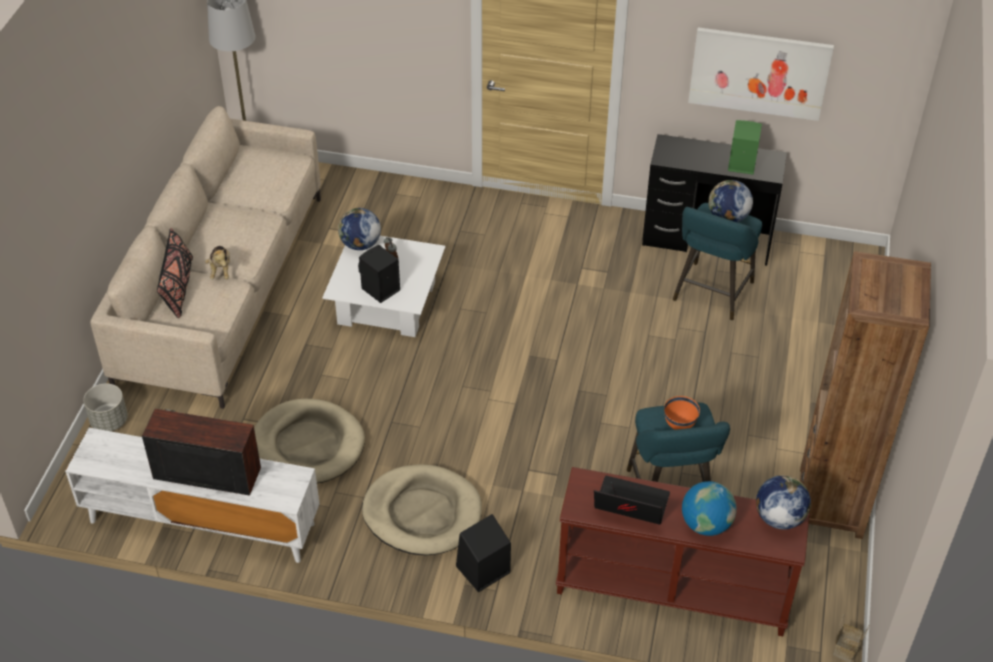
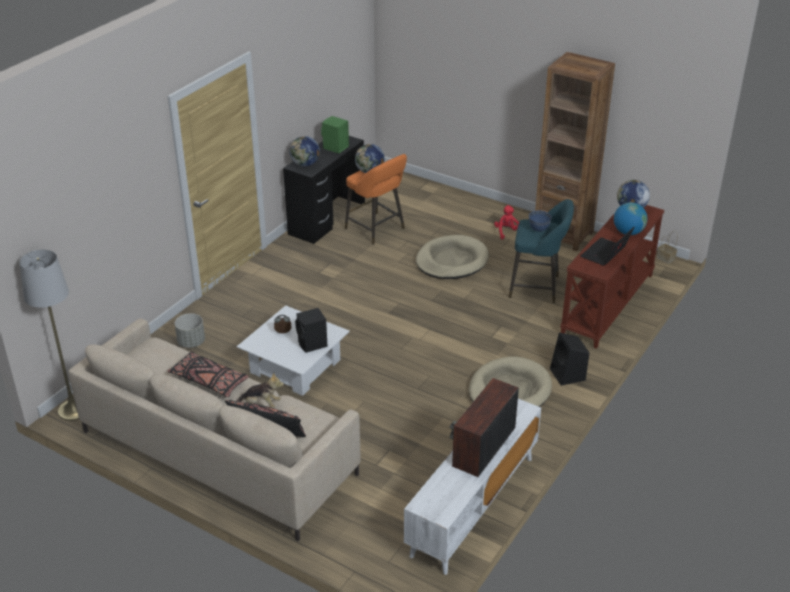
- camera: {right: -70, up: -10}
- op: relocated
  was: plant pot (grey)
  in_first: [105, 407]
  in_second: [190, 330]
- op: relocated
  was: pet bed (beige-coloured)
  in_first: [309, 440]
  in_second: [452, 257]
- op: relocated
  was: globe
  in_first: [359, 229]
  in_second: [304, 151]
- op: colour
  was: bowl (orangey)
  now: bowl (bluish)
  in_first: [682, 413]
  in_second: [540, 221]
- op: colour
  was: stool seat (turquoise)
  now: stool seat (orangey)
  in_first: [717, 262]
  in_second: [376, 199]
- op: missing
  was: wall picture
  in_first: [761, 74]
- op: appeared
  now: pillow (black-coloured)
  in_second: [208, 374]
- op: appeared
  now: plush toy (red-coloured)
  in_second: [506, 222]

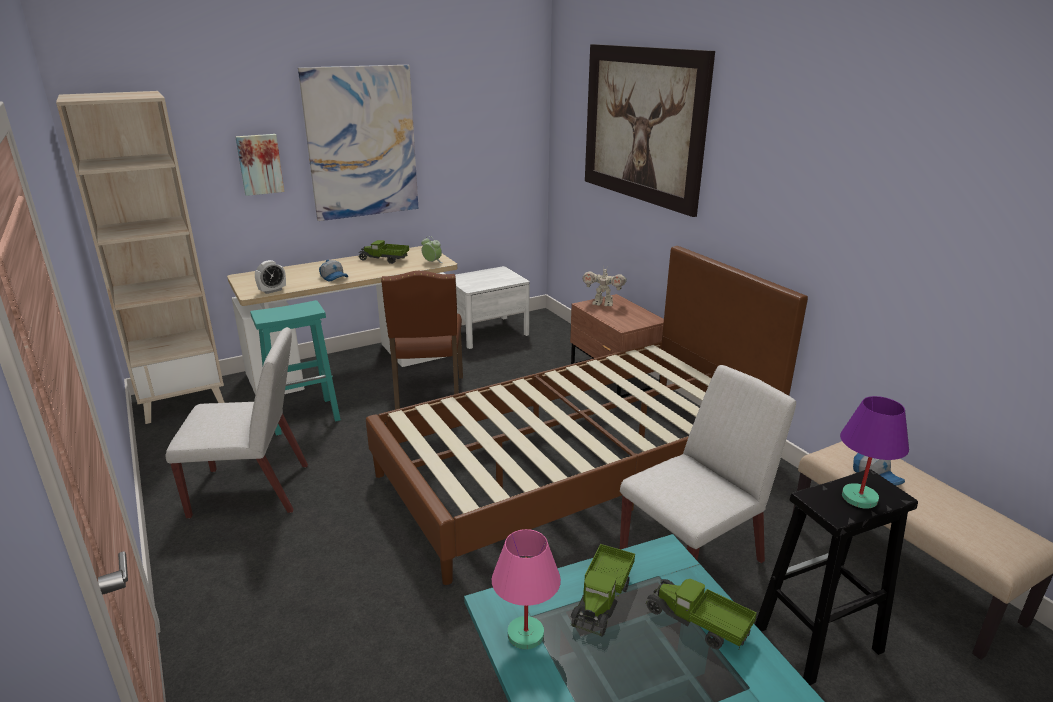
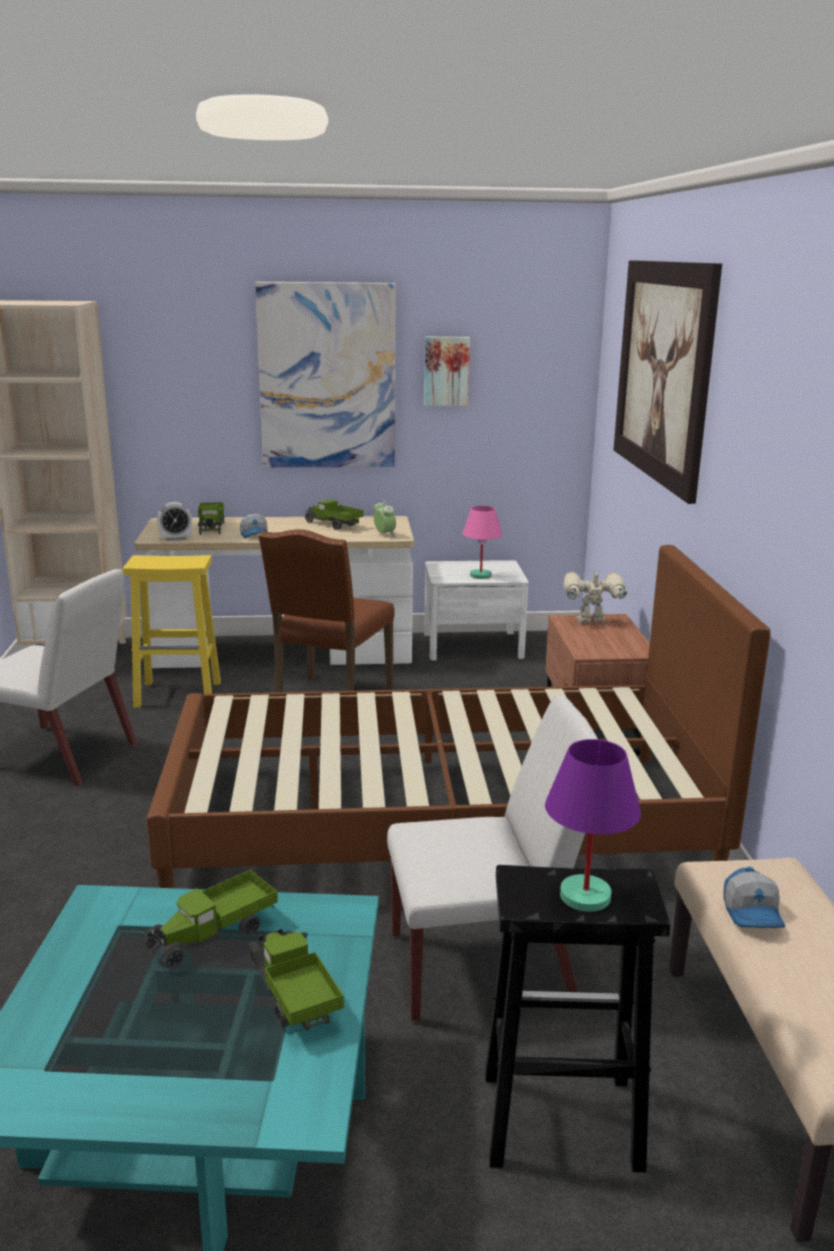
- camera: {right: 25, up: -5}
- op: relocated
  was: wall picture
  in_first: [260, 165]
  in_second: [447, 371]
- op: colour
  was: stool seat (turquoise)
  now: stool seat (yellow-coloured)
  in_first: [295, 368]
  in_second: [172, 631]
- op: relocated
  was: table lamp (pink)
  in_first: [526, 589]
  in_second: [482, 542]
- op: spun
  was: robot figure
  in_first: [605, 285]
  in_second: [595, 596]
  clockwise: 135
- op: appeared
  now: model truck
  in_second: [211, 518]

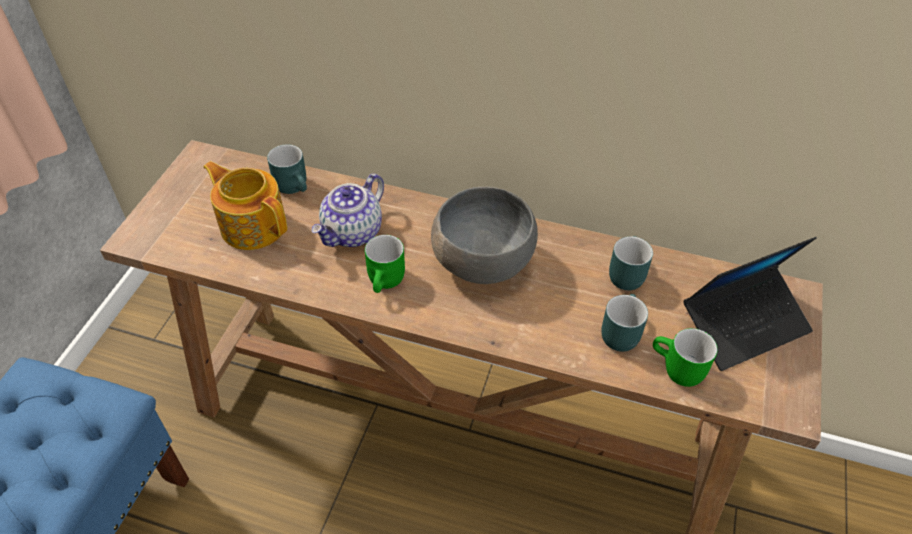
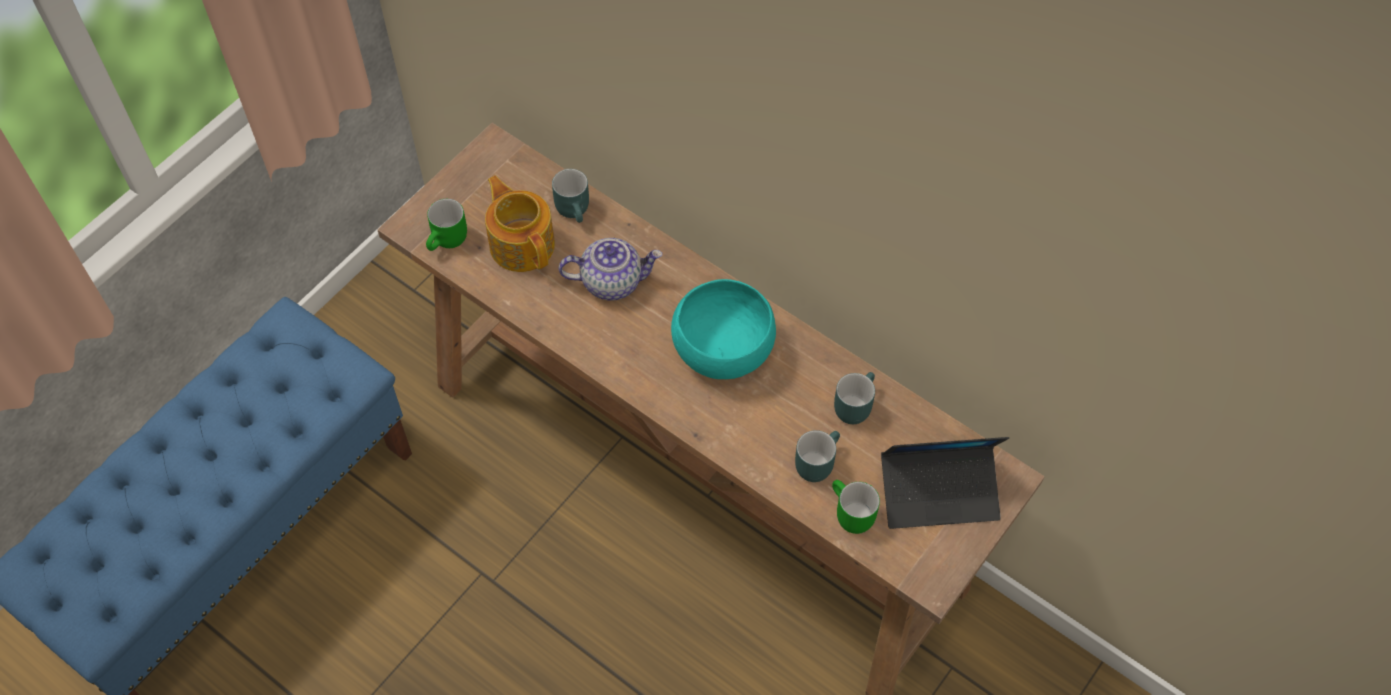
- camera: {right: 20, up: 10}
- op: spun
  was: teapot
  in_first: [347, 210]
  in_second: [610, 269]
  clockwise: -150
- op: relocated
  was: tea mug (green-coloured)
  in_first: [385, 264]
  in_second: [446, 225]
- op: colour
  was: bowl (grey)
  now: bowl (turquoise)
  in_first: [484, 235]
  in_second: [723, 329]

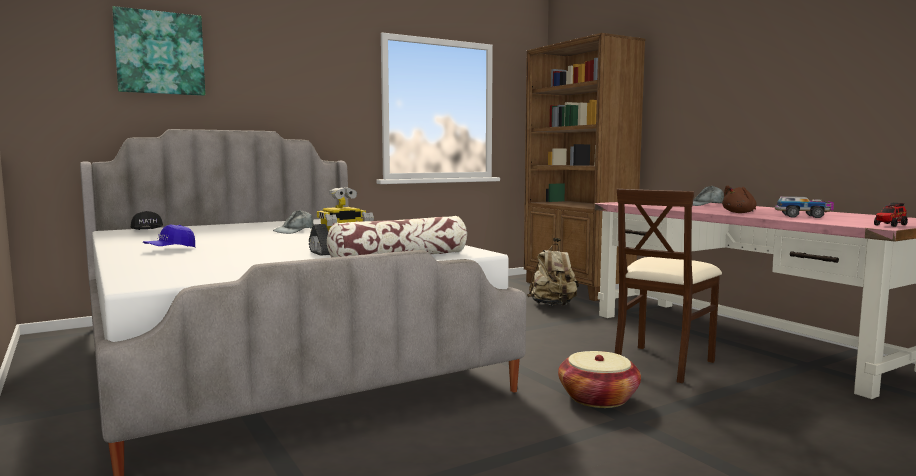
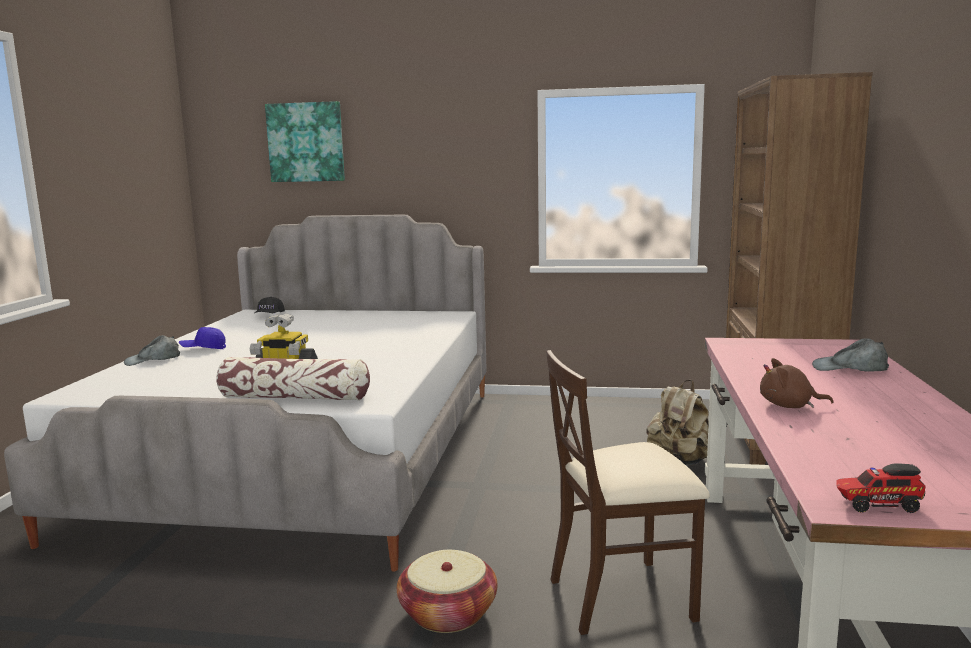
- camera: {right: 40, up: 5}
- op: relocated
  was: cap (grey)
  in_first: [293, 222]
  in_second: [152, 350]
- op: missing
  was: model truck
  in_first: [804, 207]

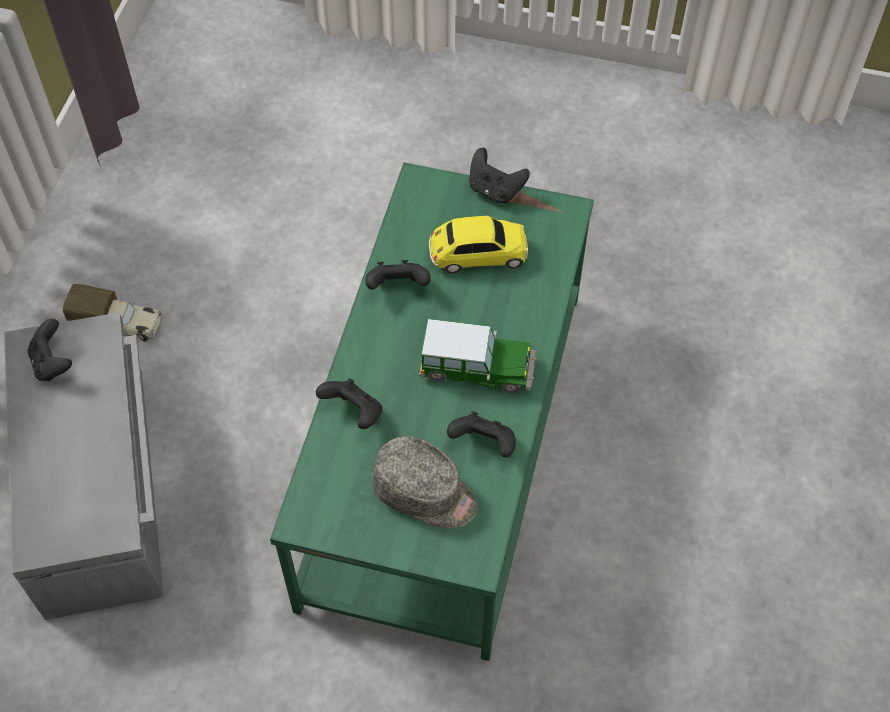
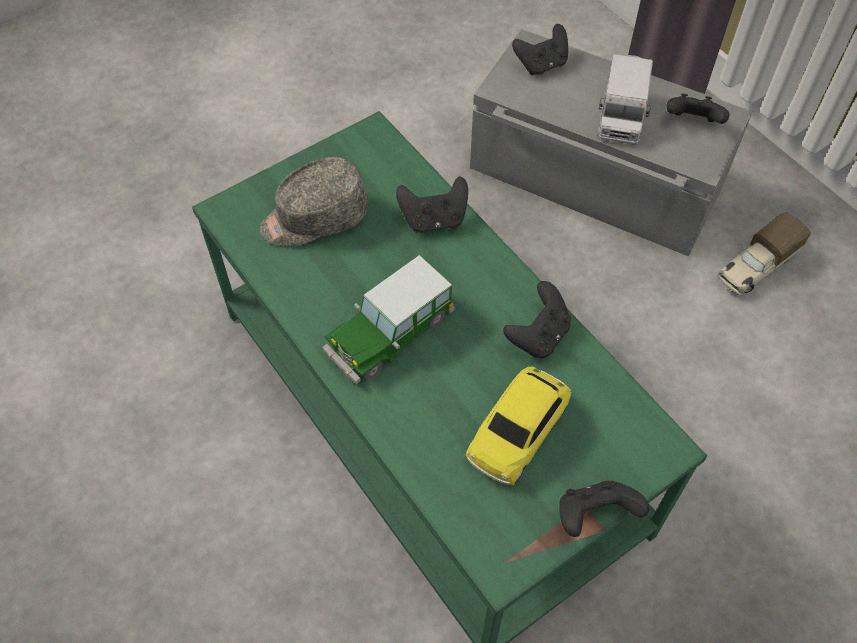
- camera: {right: 130, up: 0}
- op: relocated
  was: gamepad (black-coloured)
  in_first: [481, 434]
  in_second: [540, 49]
- op: appeared
  now: model truck
  in_second: [625, 99]

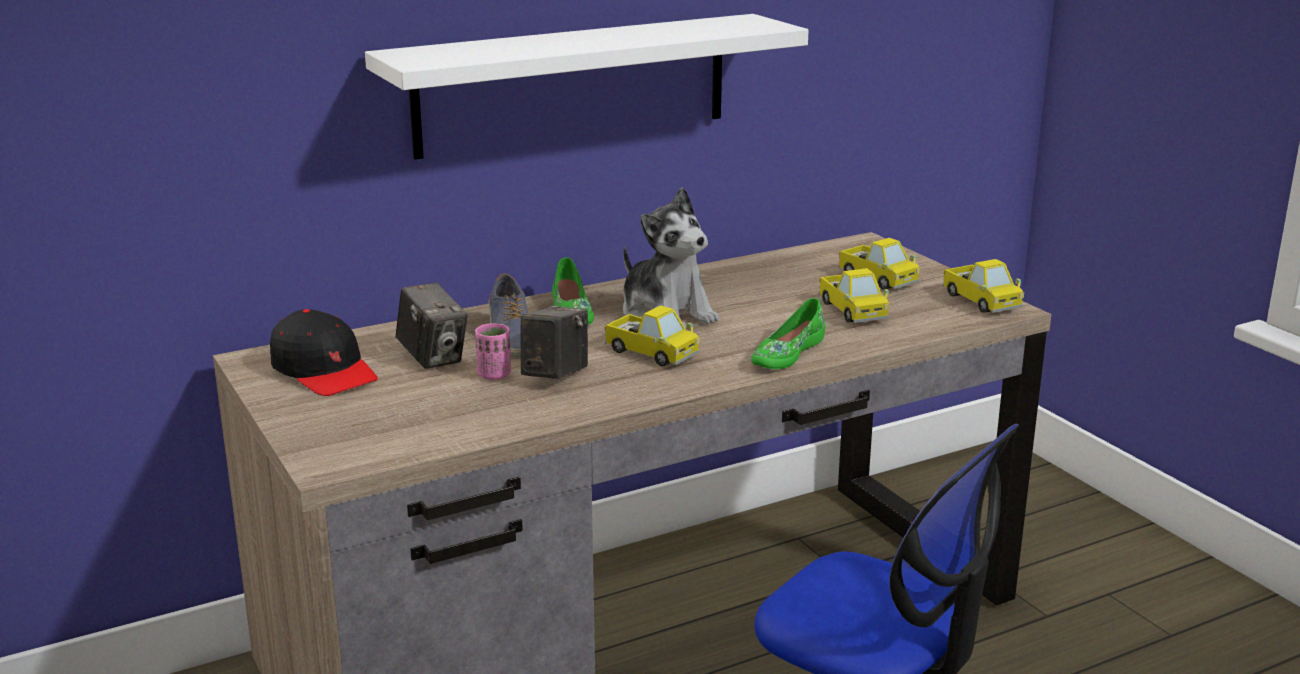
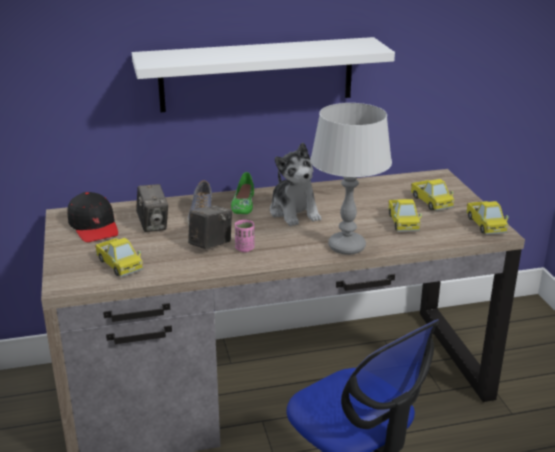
- camera: {right: 15, up: 5}
- op: relocated
  was: drinking cup (pink)
  in_first: [493, 351]
  in_second: [245, 236]
- op: relocated
  was: model truck
  in_first: [652, 335]
  in_second: [119, 257]
- op: exchanged
  was: shoe (green-coloured)
  now: table lamp (grey)
  in_first: [788, 333]
  in_second: [351, 179]

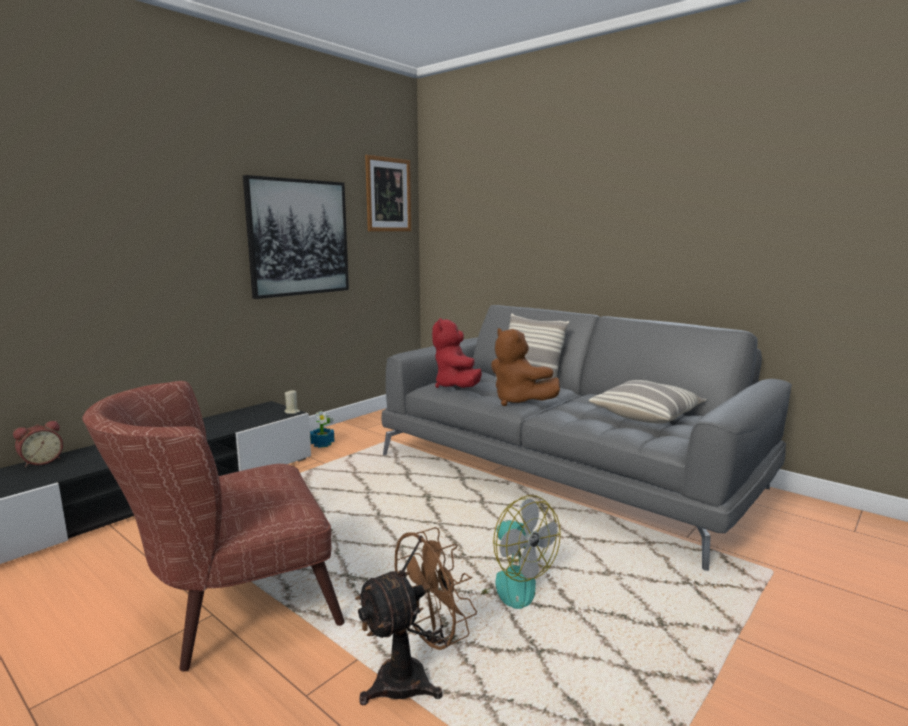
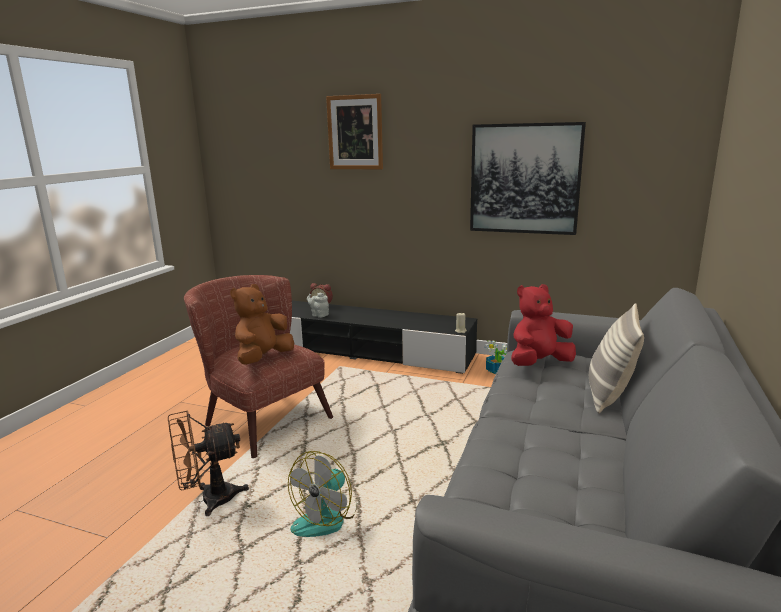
- camera: {right: 70, up: 5}
- op: spun
  was: cooling fan (brown)
  in_first: [416, 616]
  in_second: [208, 463]
  clockwise: 120
- op: relocated
  was: wall picture
  in_first: [388, 193]
  in_second: [354, 131]
- op: relocated
  was: plush toy (brown)
  in_first: [525, 367]
  in_second: [262, 324]
- op: missing
  was: pillow
  in_first: [647, 402]
- op: appeared
  now: teapot (grey)
  in_second: [318, 305]

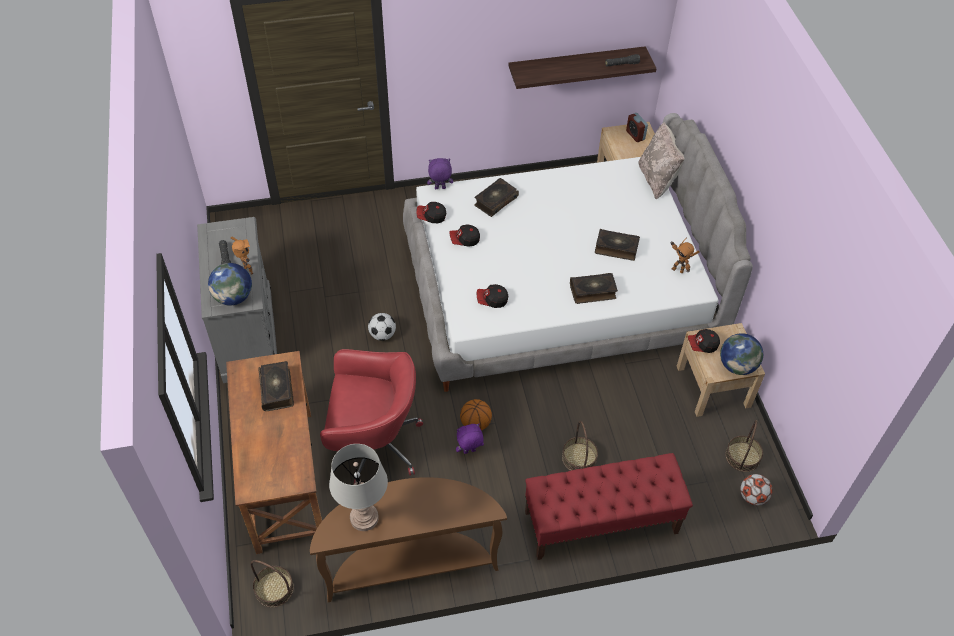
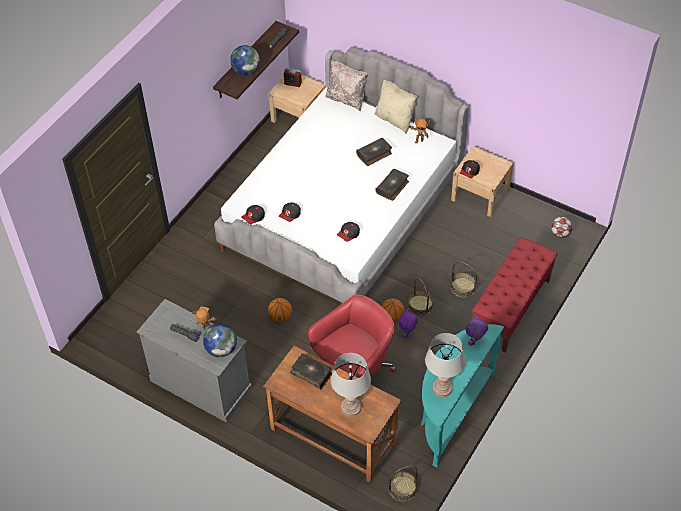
- camera: {right: -45, up: 0}
- op: colour
  was: hall table (brown)
  now: hall table (turquoise)
  in_first: [408, 539]
  in_second: [462, 396]
- op: exchanged
  was: football
  now: basketball ball
  in_first: [382, 327]
  in_second: [280, 310]
- op: relocated
  was: plush toy (purple-coloured)
  in_first: [440, 173]
  in_second: [477, 330]
- op: missing
  was: volume
  in_first: [496, 197]
- op: relocated
  was: globe
  in_first: [741, 354]
  in_second: [245, 60]
- op: relocated
  was: basket
  in_first: [744, 446]
  in_second: [421, 296]
- op: appeared
  now: table lamp (grey)
  in_second: [351, 385]
- op: appeared
  now: pillow (beige-coloured)
  in_second: [396, 107]

